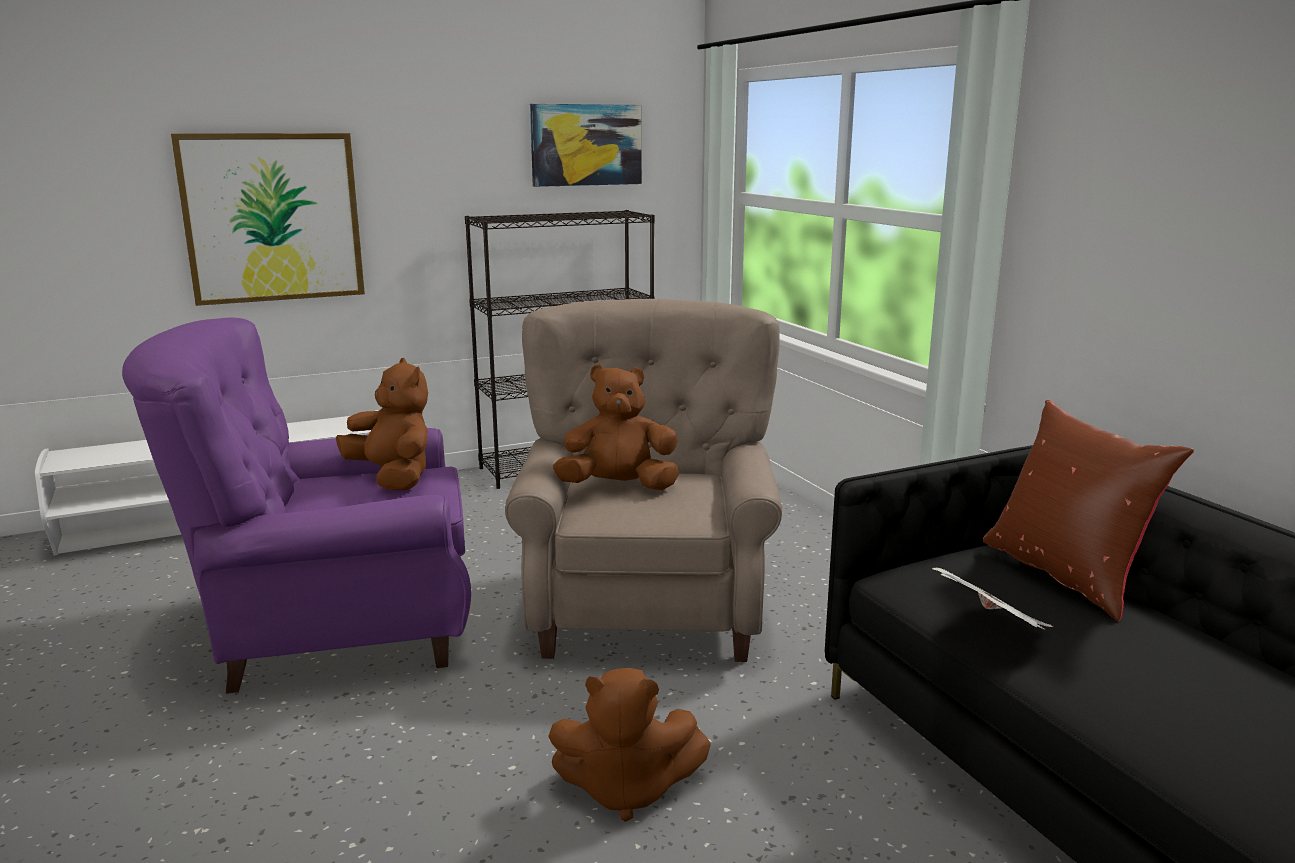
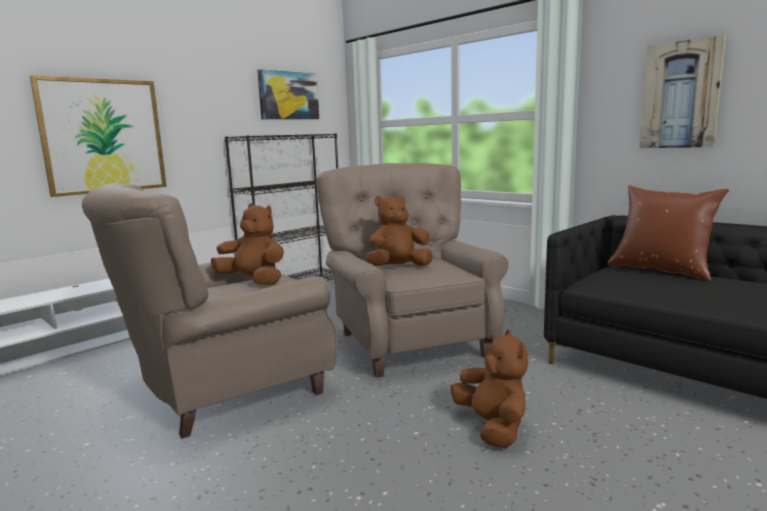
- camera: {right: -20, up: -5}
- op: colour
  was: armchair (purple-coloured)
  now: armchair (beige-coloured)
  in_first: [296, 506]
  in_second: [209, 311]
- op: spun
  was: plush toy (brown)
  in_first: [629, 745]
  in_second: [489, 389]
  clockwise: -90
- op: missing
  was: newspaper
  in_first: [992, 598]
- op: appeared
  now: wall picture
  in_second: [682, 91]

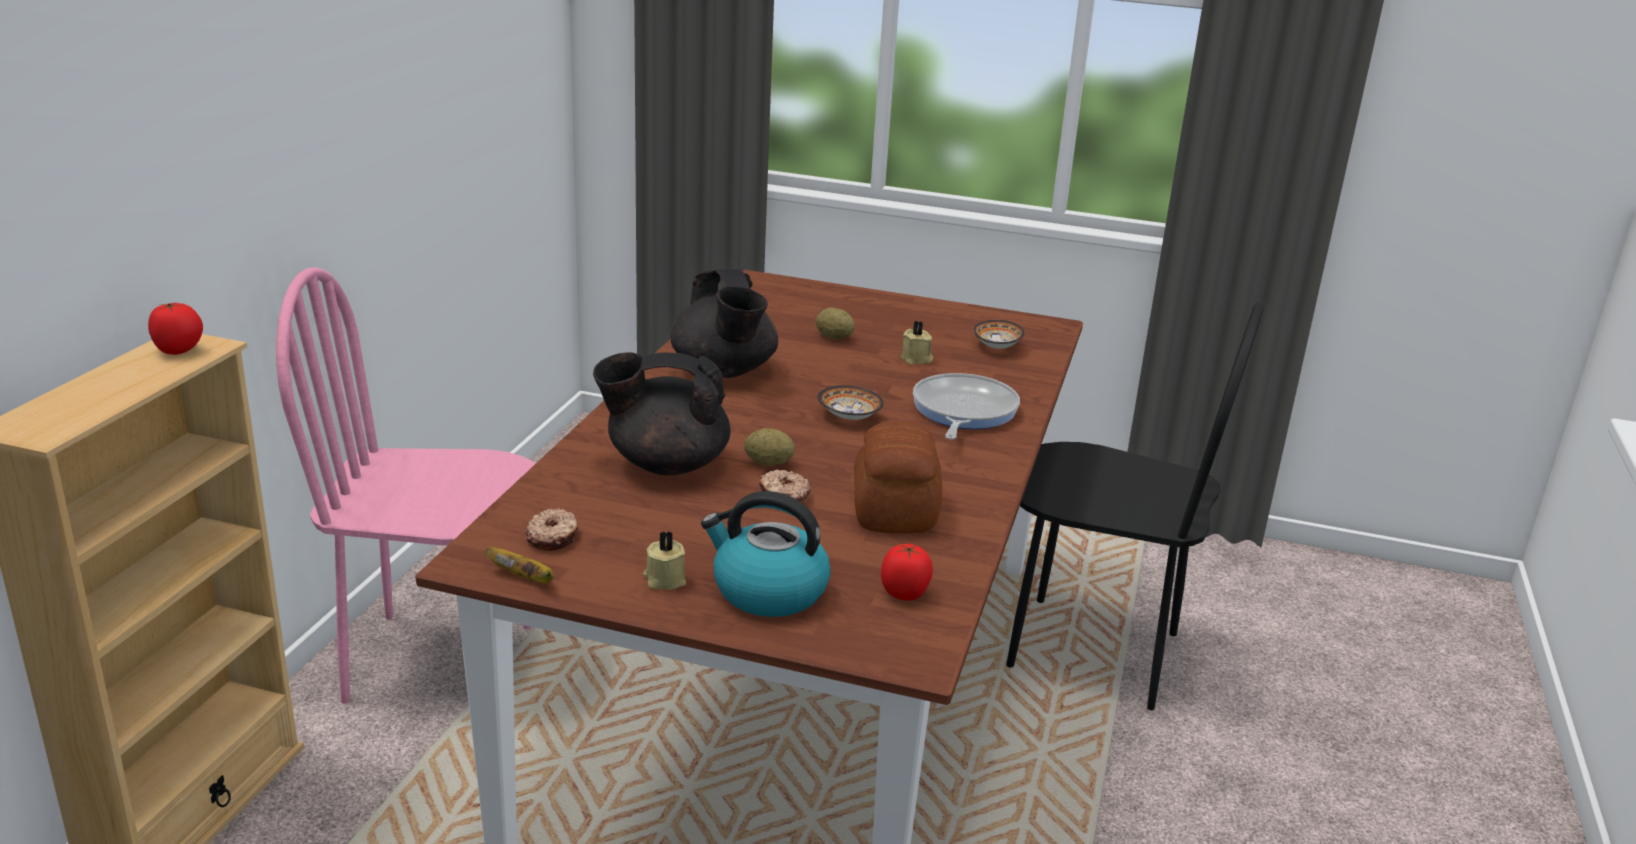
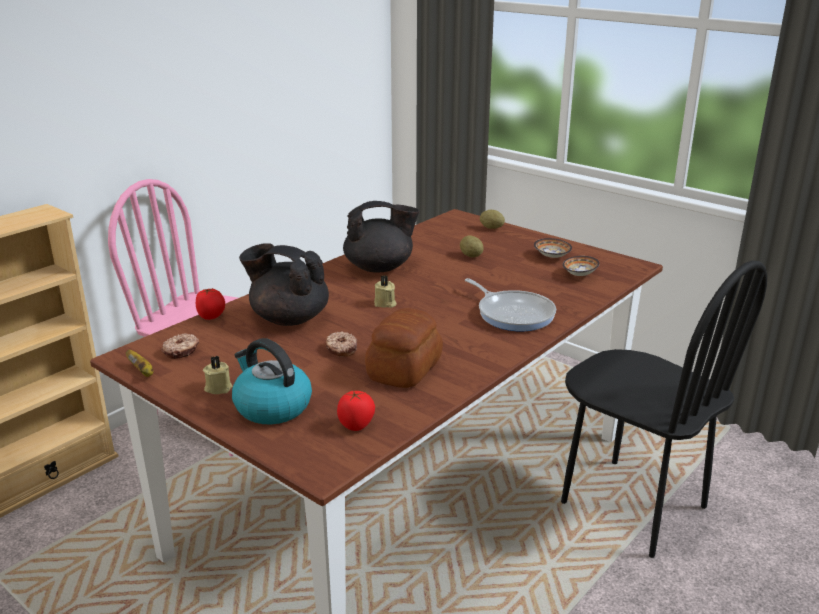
- camera: {right: 25, up: 0}
- op: relocated
  was: fresh tomato
  in_first: [175, 328]
  in_second: [210, 304]
- op: spun
  was: teapot (black-coloured)
  in_first: [724, 323]
  in_second: [381, 237]
  clockwise: -105
- op: relocated
  was: potato
  in_first: [769, 447]
  in_second: [492, 219]
- op: relocated
  was: bowl
  in_first: [850, 402]
  in_second: [553, 248]
- op: relocated
  was: candle (beige-coloured)
  in_first: [916, 342]
  in_second: [385, 291]
- op: spun
  was: skillet
  in_first: [966, 406]
  in_second: [510, 304]
  clockwise: 105

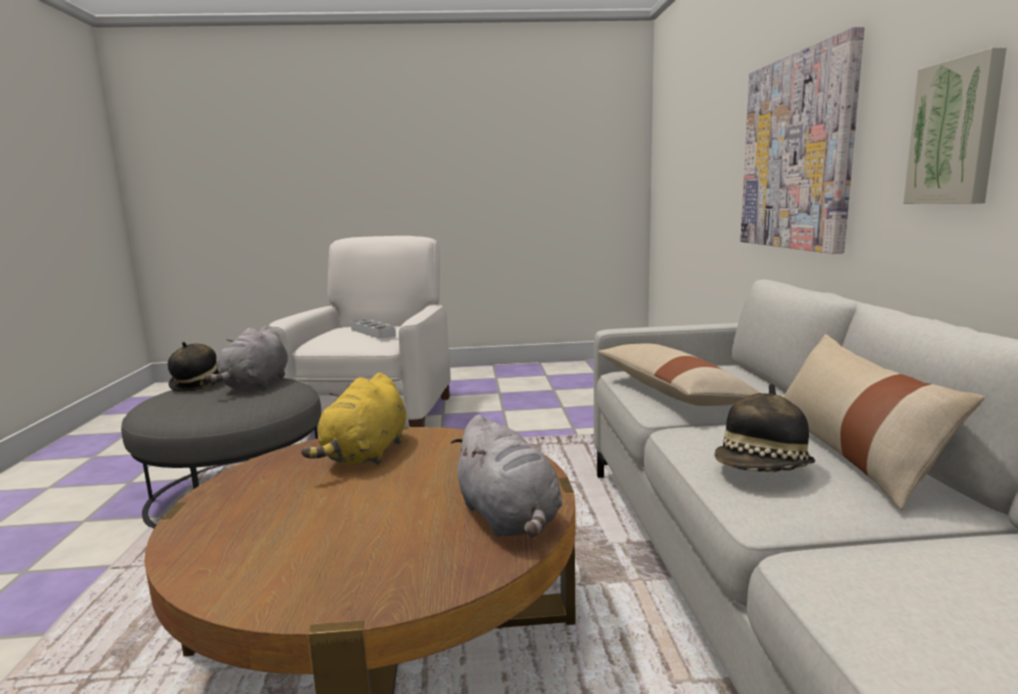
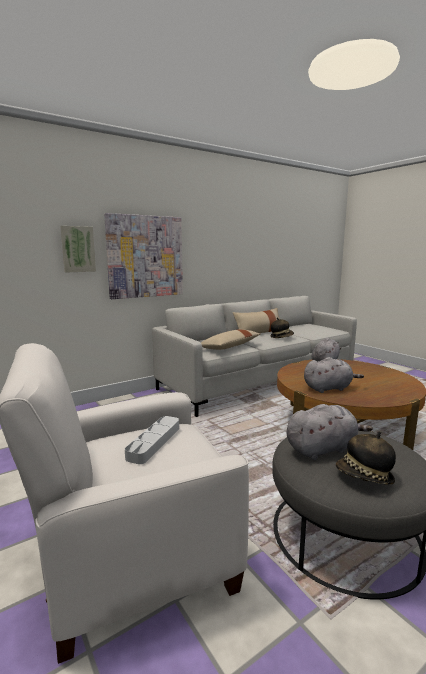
- camera: {right: -120, up: 0}
- op: colour
  was: plush toy (yellow-coloured)
  now: plush toy (grey)
  in_first: [353, 419]
  in_second: [334, 375]
- op: relocated
  was: wall picture
  in_first: [955, 125]
  in_second: [78, 249]

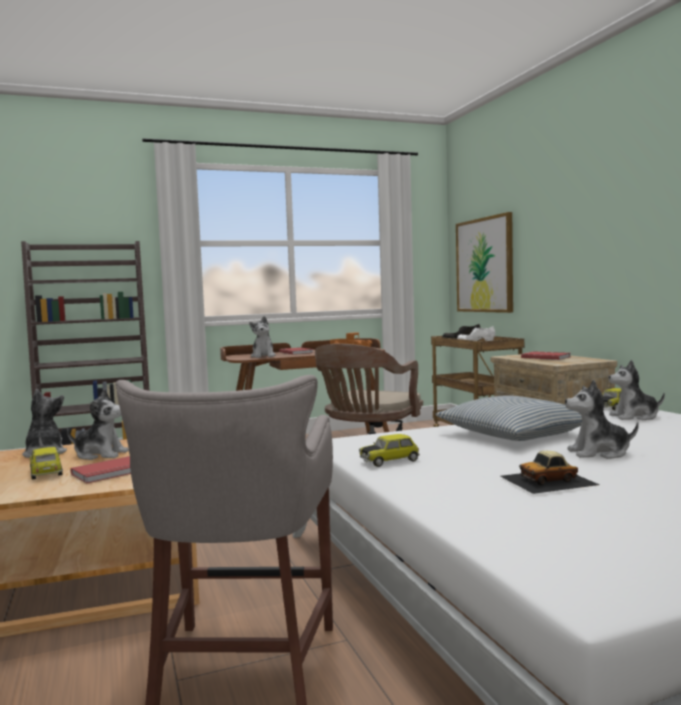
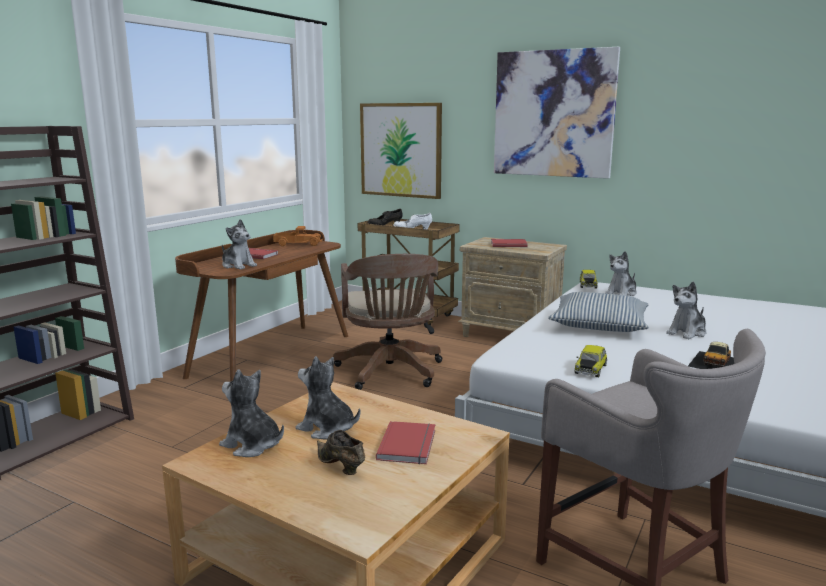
- camera: {right: -40, up: 10}
- op: exchanged
  was: toy car
  now: shoe (brown)
  in_first: [46, 463]
  in_second: [341, 452]
- op: spun
  was: plush toy
  in_first: [98, 424]
  in_second: [328, 398]
  clockwise: -120
- op: appeared
  now: wall picture
  in_second: [557, 113]

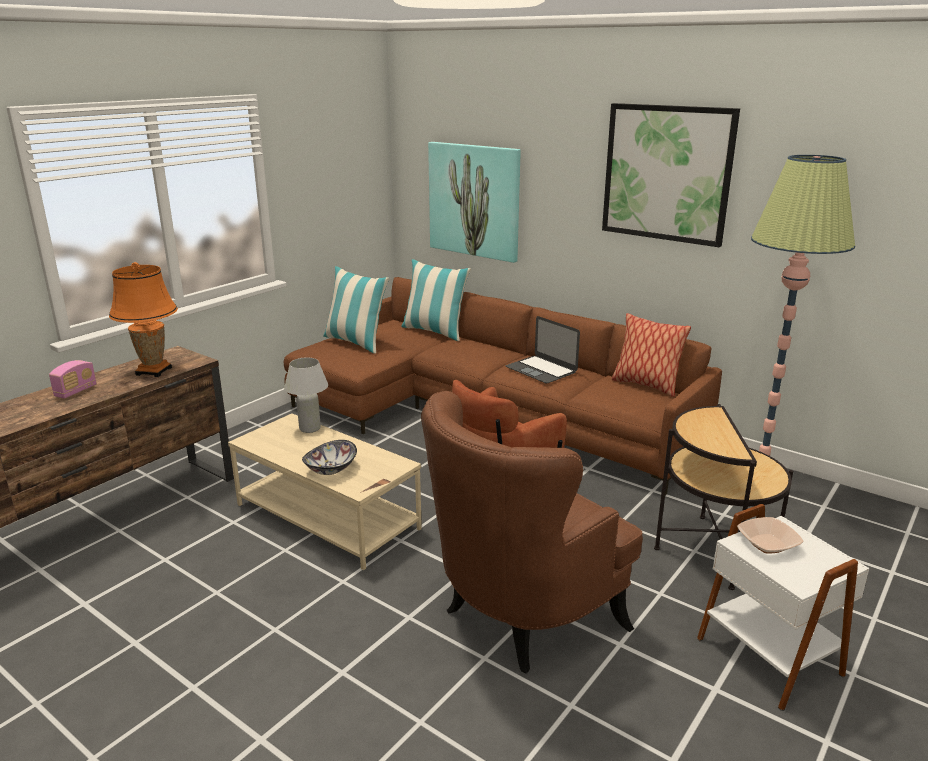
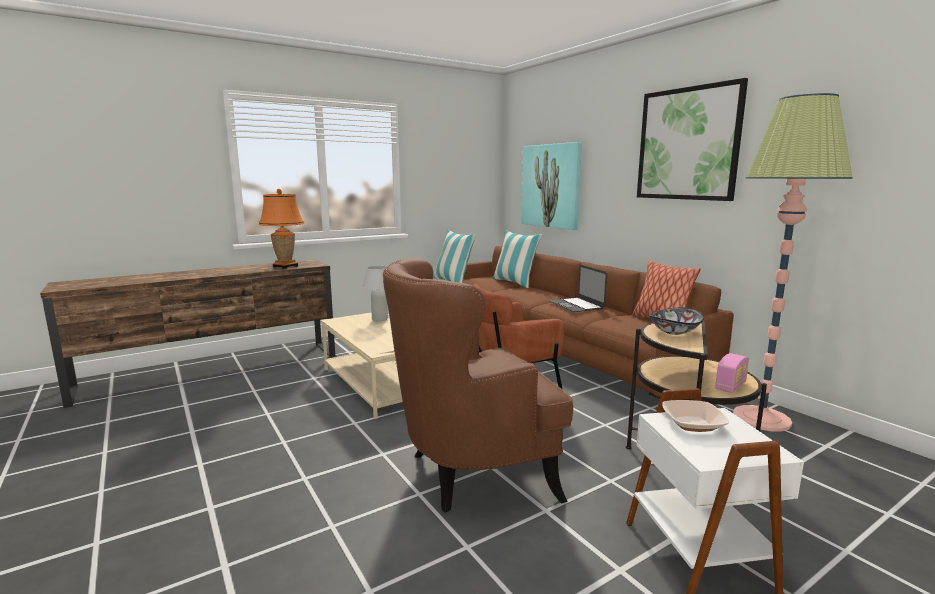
- camera: {right: 20, up: -10}
- op: relocated
  was: radio set
  in_first: [73, 379]
  in_second: [732, 373]
- op: relocated
  was: bowl
  in_first: [329, 457]
  in_second: [676, 321]

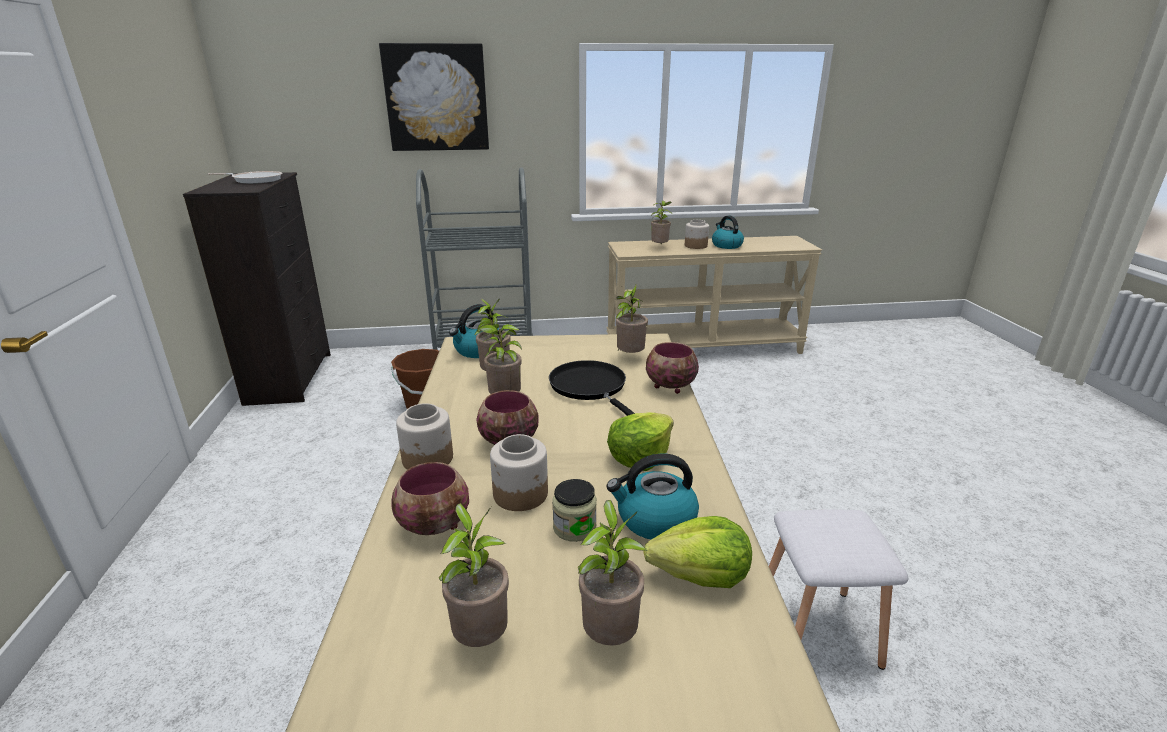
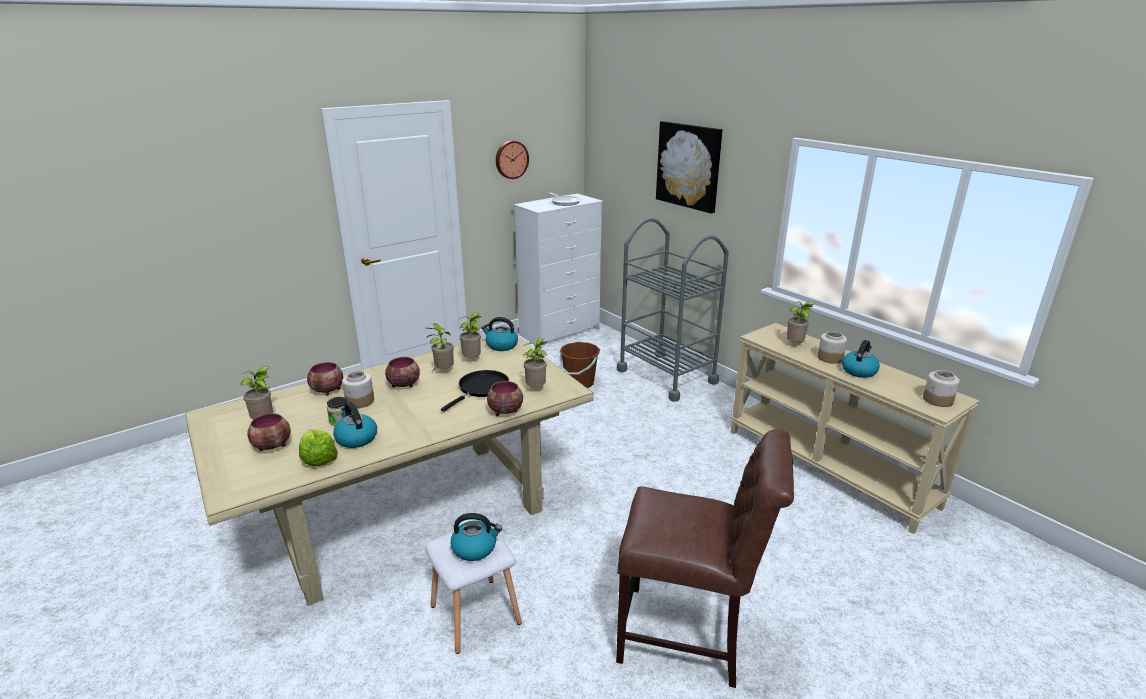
- camera: {right: 60, up: 0}
- op: colour
  was: drawer chest (black-coloured)
  now: drawer chest (white-coloured)
  in_first: [257, 289]
  in_second: [558, 270]
- op: relocated
  was: preserve jar
  in_first: [424, 436]
  in_second: [941, 388]
- op: exchanged
  was: potted plant
  now: bowl
  in_first: [612, 573]
  in_second: [269, 432]
- op: missing
  was: head of lettuce
  in_first: [640, 441]
- op: appeared
  now: tea kettle
  in_second: [476, 537]
- op: appeared
  now: clock on the wall
  in_second: [512, 160]
- op: appeared
  now: plain chair (brown)
  in_second: [705, 559]

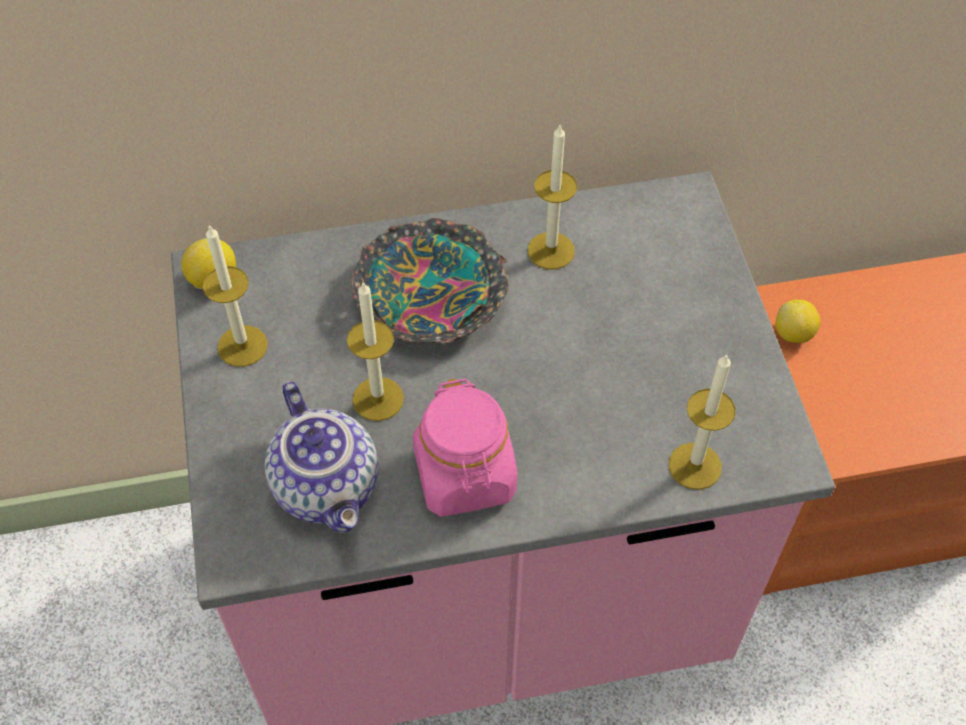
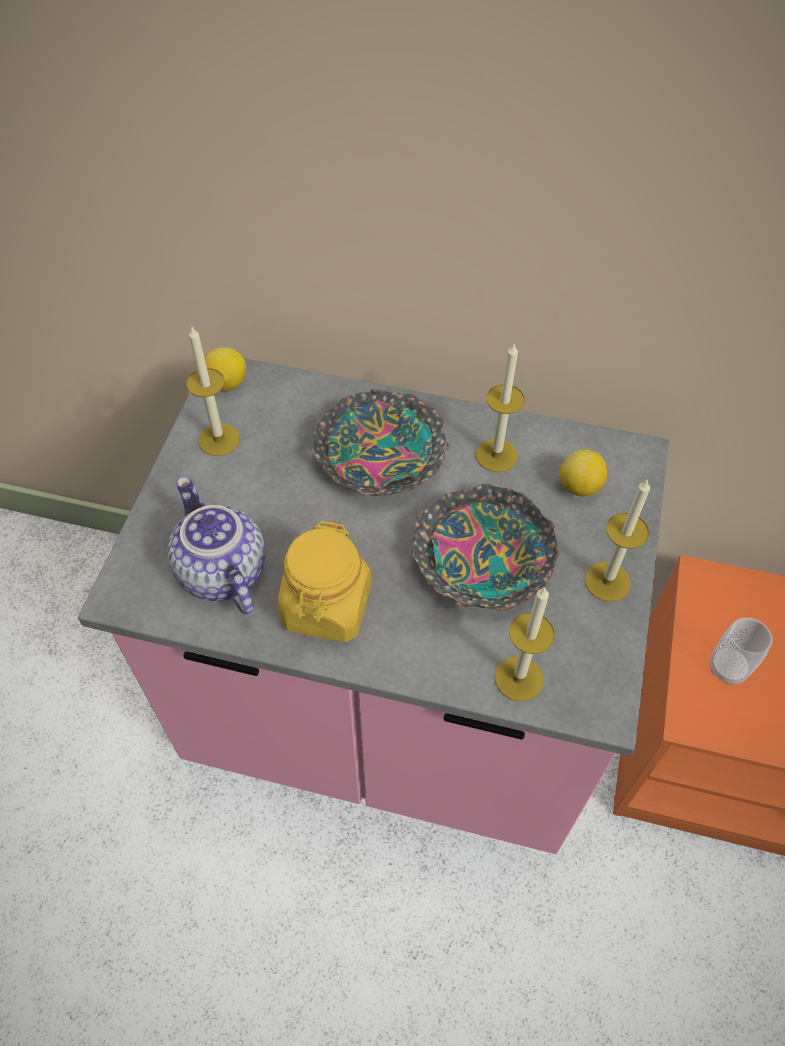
- camera: {right: 25, up: 0}
- op: spun
  was: teapot
  in_first: [322, 457]
  in_second: [216, 545]
  clockwise: 150
- op: relocated
  was: candle
  in_first: [375, 351]
  in_second: [617, 540]
- op: colour
  was: preserve jar (pink)
  now: preserve jar (yellow-coloured)
  in_first: [465, 448]
  in_second: [324, 581]
- op: relocated
  was: citrus fruit
  in_first: [798, 321]
  in_second: [583, 473]
- op: appeared
  now: bowl
  in_second: [486, 546]
- op: appeared
  now: drinking cup
  in_second: [741, 651]

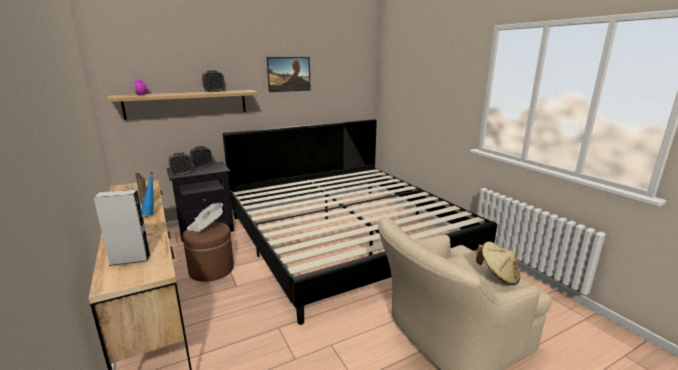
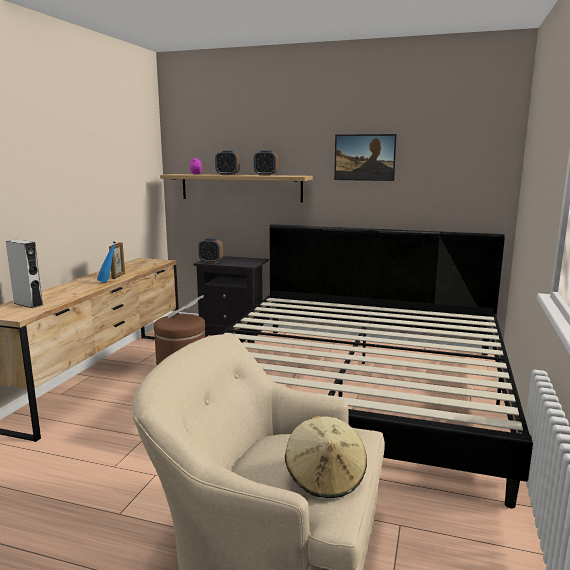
- camera: {right: 45, up: -5}
- op: relocated
  was: table clock
  in_first: [201, 157]
  in_second: [227, 163]

